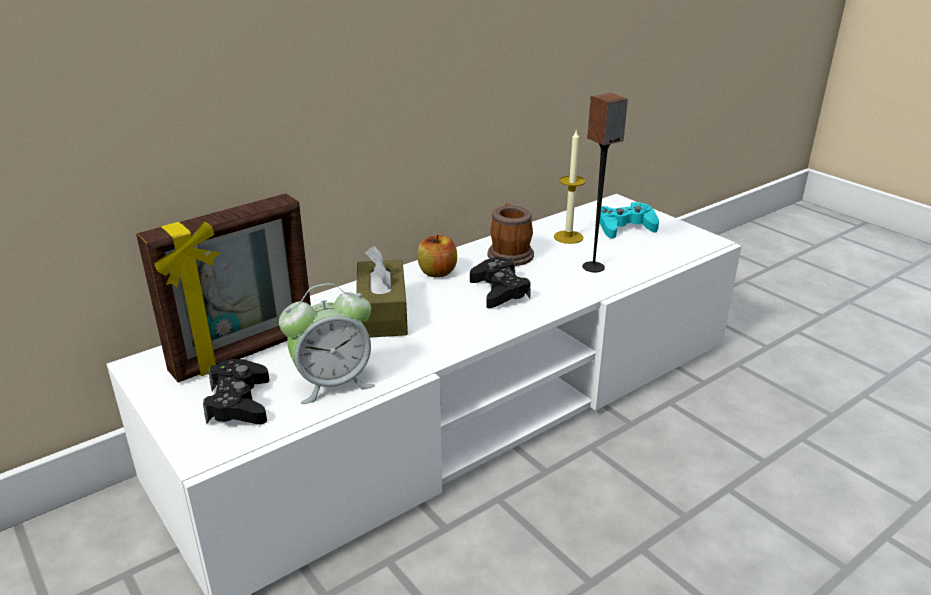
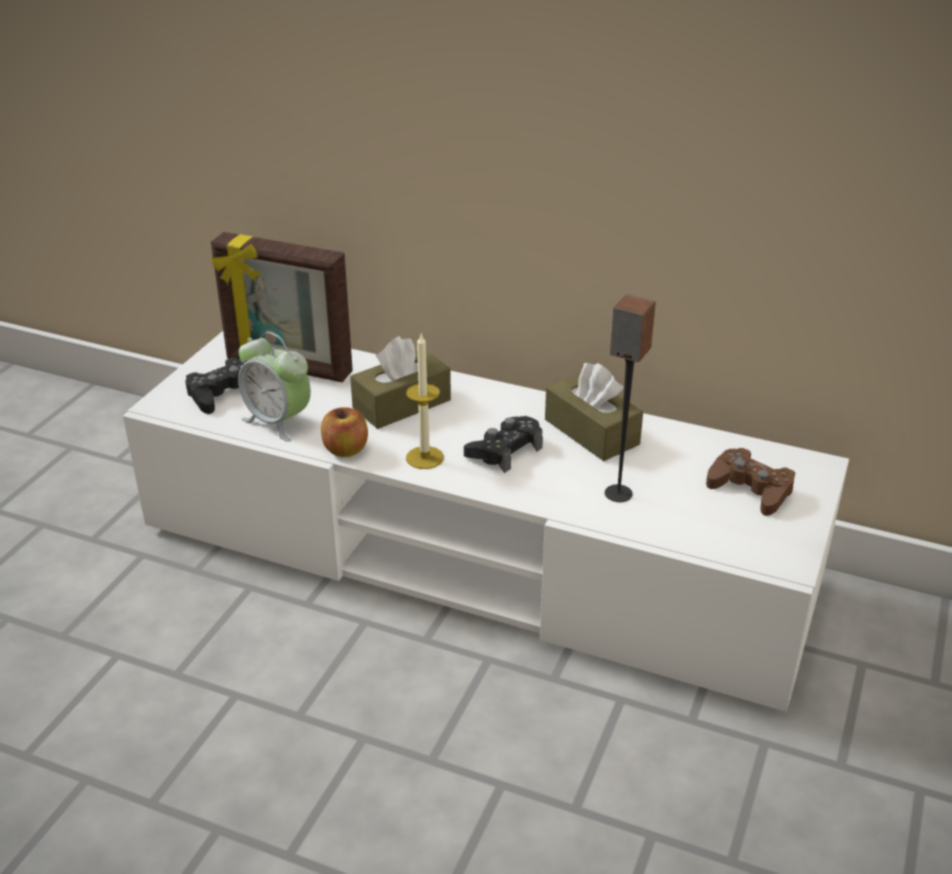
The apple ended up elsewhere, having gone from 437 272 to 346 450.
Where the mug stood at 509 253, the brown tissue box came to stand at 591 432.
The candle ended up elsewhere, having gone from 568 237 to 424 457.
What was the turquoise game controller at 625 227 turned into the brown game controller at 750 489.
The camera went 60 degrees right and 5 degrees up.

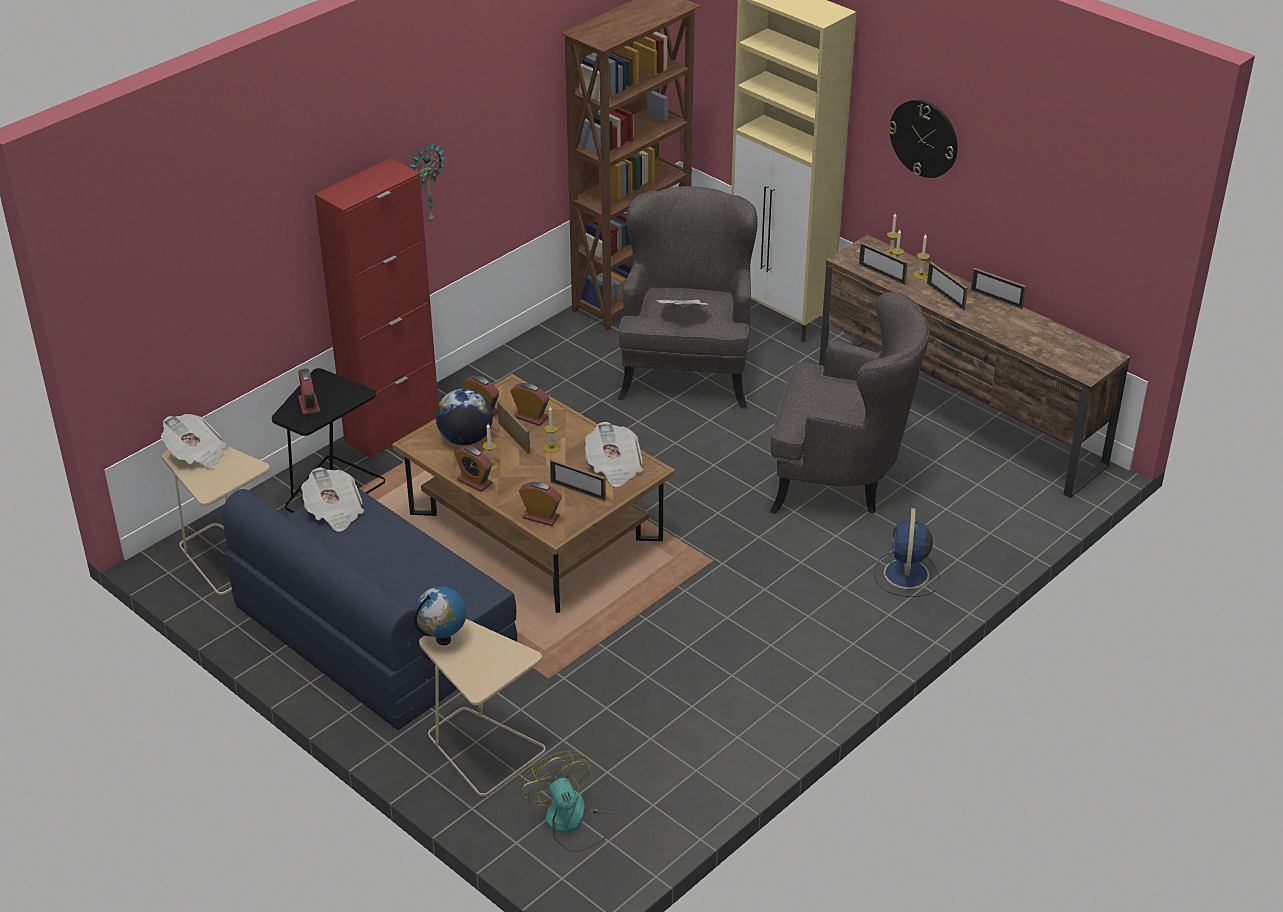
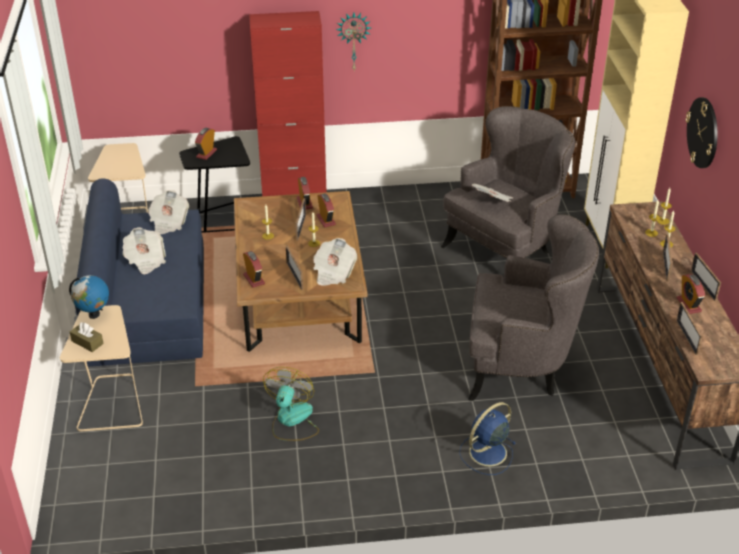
The newspaper ended up elsewhere, having gone from 196 454 to 145 260.
The second view lost the globe at 465 439.
The alarm clock ended up elsewhere, having gone from 474 482 to 688 305.
The fan ended up elsewhere, having gone from 571 822 to 292 421.
The grey armchair at 840 479 ended up facing another way, 45 degrees counterclockwise from before.
The picture frame ended up elsewhere, having gone from 881 274 to 686 337.
The second view gained the brown tissue box at 87 342.
The camera went 40 degrees right and 0 degrees up.

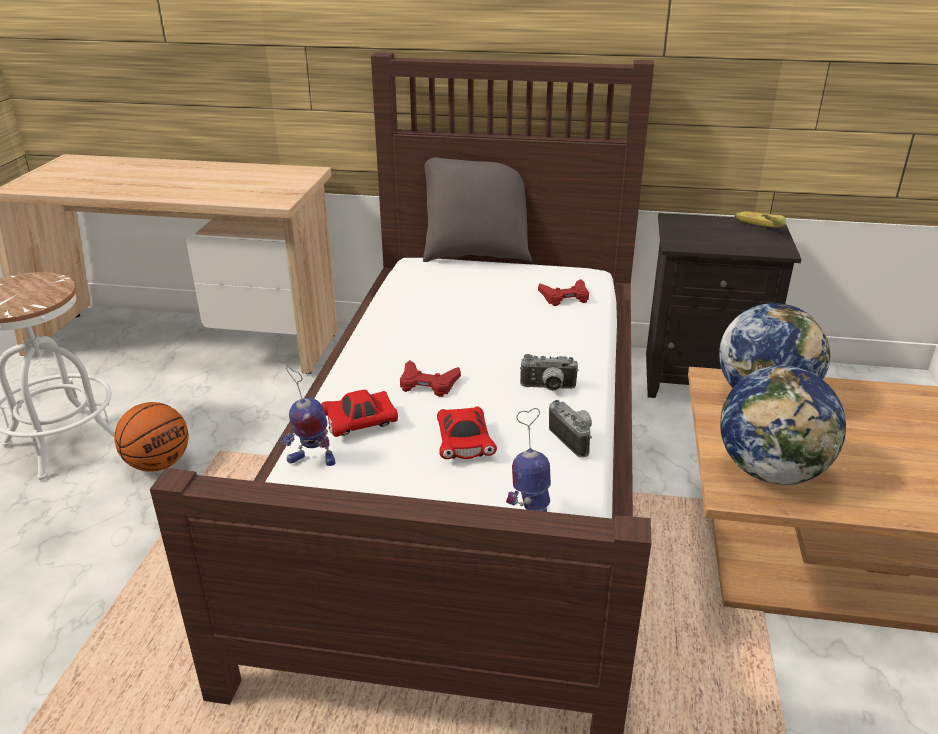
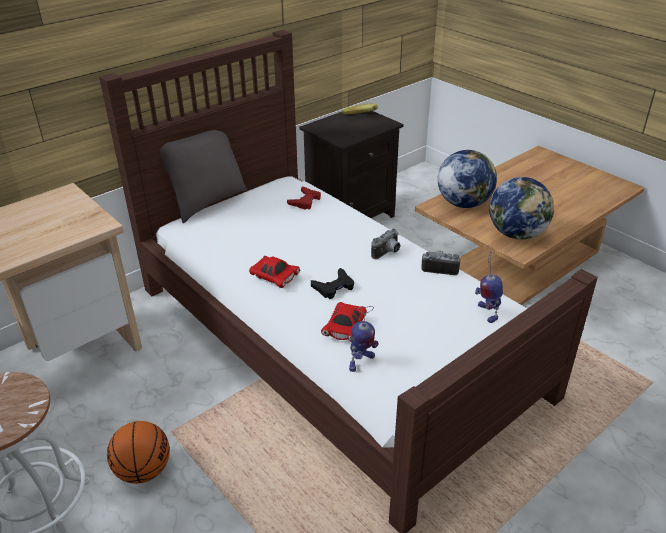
What was the red game controller at 428 384 turned into the black game controller at 334 287.
The red toy car ended up elsewhere, having gone from 464 444 to 274 278.
The camera went 50 degrees left and 5 degrees up.

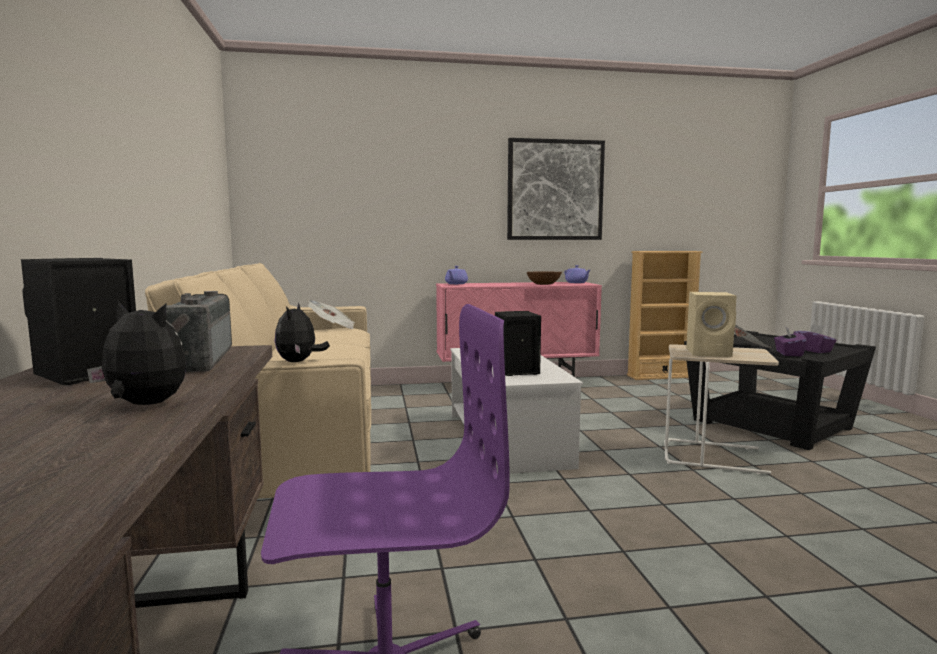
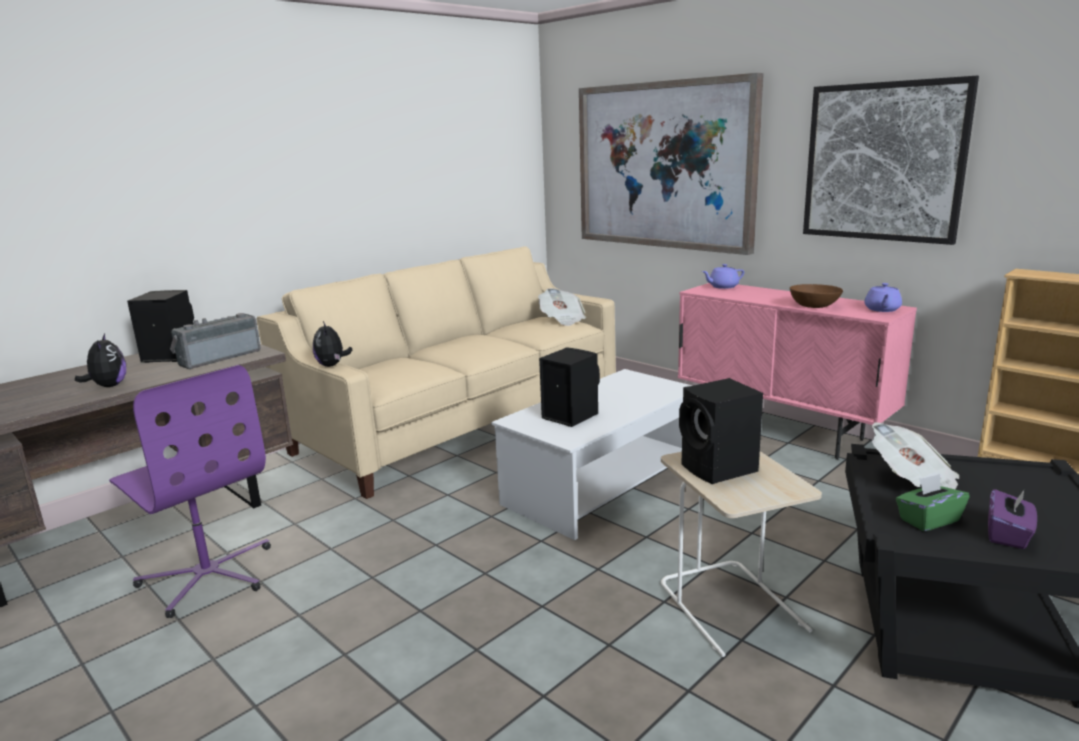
The plush toy at 299 362 ended up facing another way, 75 degrees counterclockwise from before.
What was the beige speaker at 710 353 turned into the black speaker at 719 469.
What was the purple tissue box at 788 354 turned into the green tissue box at 928 520.
The second view gained the picture at 664 165.
The camera went 55 degrees right and 10 degrees up.

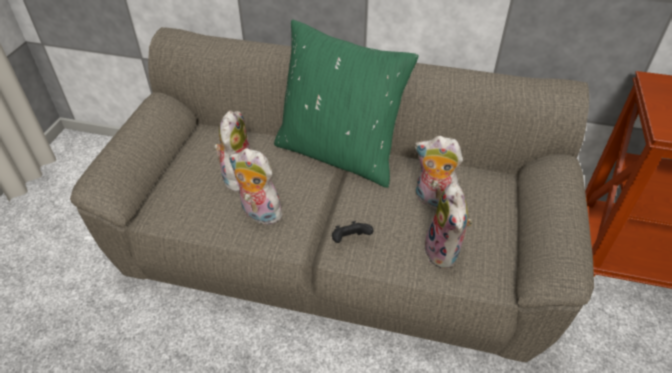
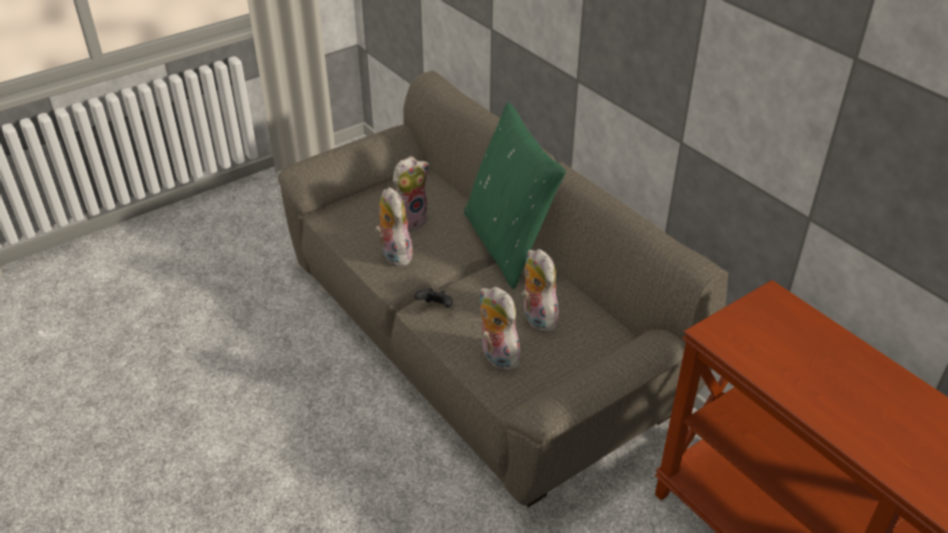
The plush toy at 445 252 ended up facing another way, 105 degrees clockwise from before.
The camera went 40 degrees right and 5 degrees down.

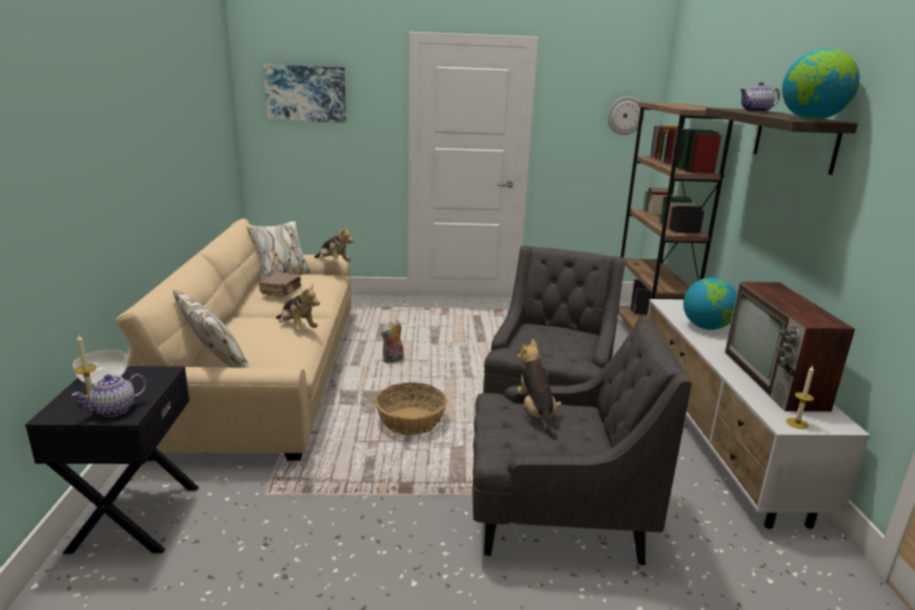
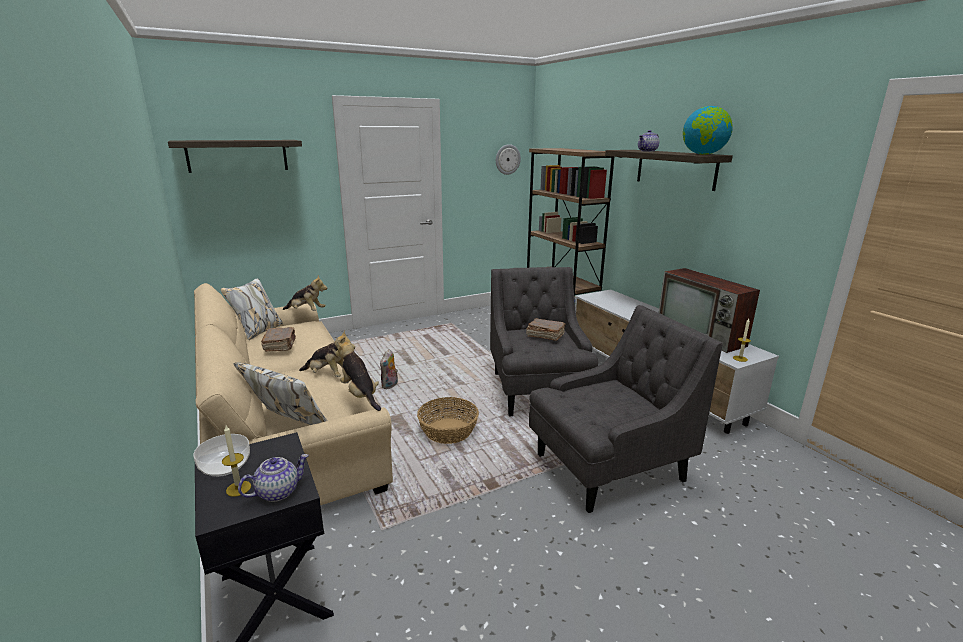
The teapot at 114 410 ended up facing another way, 150 degrees counterclockwise from before.
Where the picture hung at 306 93, the shelf came to hang at 237 155.
The plush toy ended up elsewhere, having gone from 536 414 to 360 395.
The second view lost the globe at 706 327.
The second view gained the brown book at 545 335.
The camera went 25 degrees left and 0 degrees up.

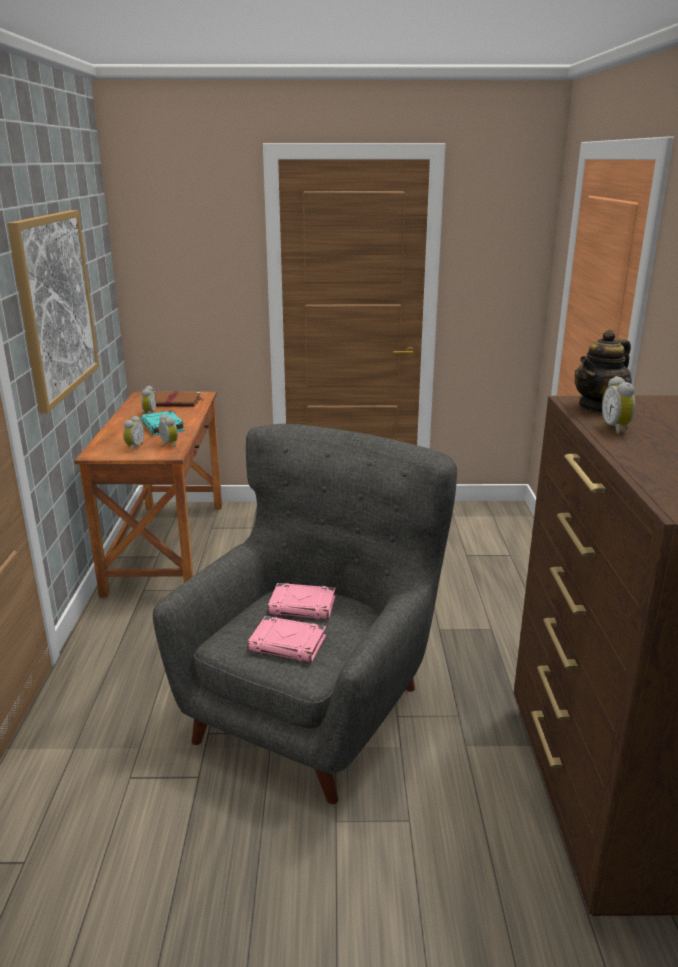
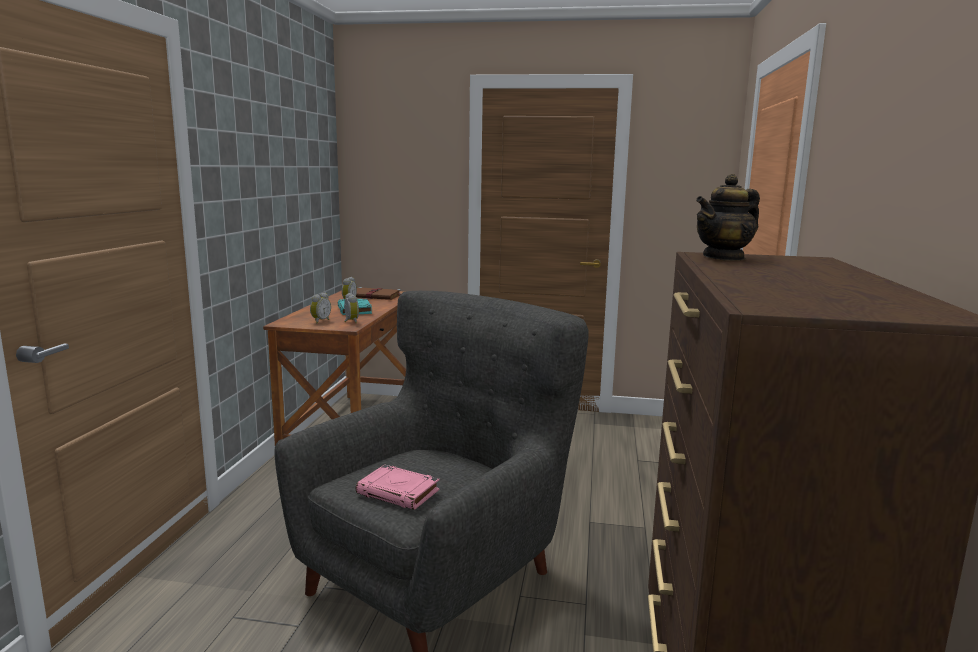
The second view lost the picture at 55 305.
The second view lost the pink book at 303 606.
The second view lost the alarm clock at 617 429.
The camera went 10 degrees right and 10 degrees down.

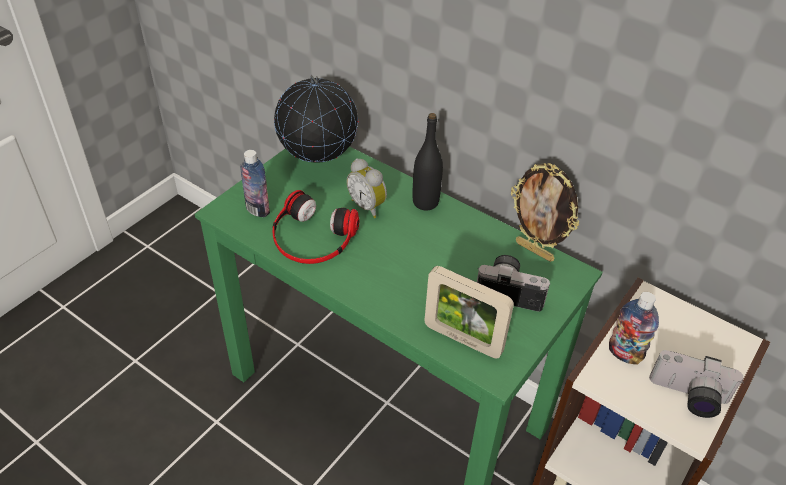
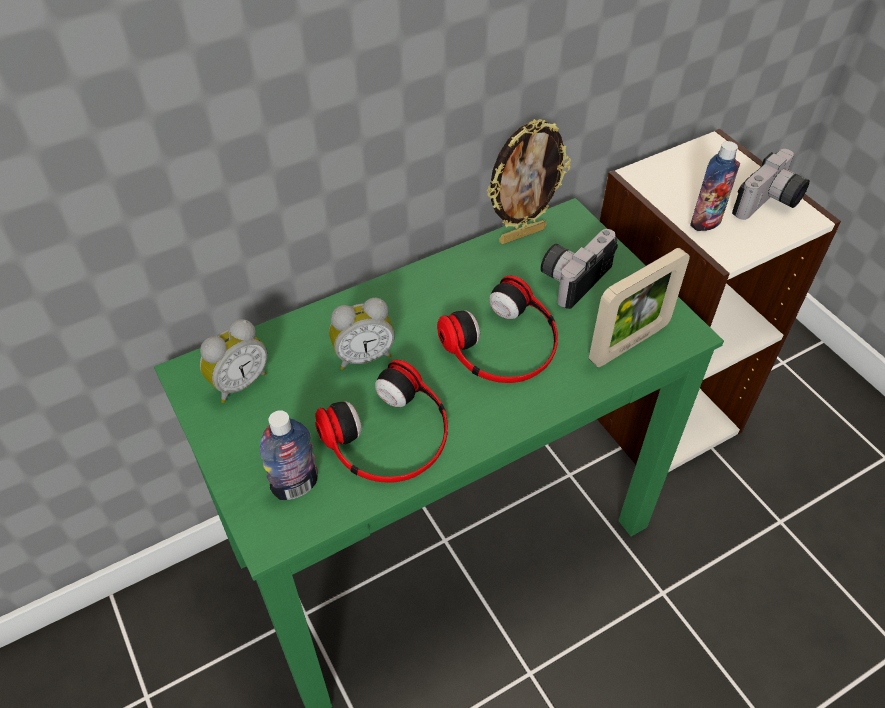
Where the globe stood at 318 163, the alarm clock came to stand at 238 382.
The second view lost the black bottle at 425 202.
The second view gained the headphones at 504 344.
The camera went 65 degrees left and 5 degrees up.

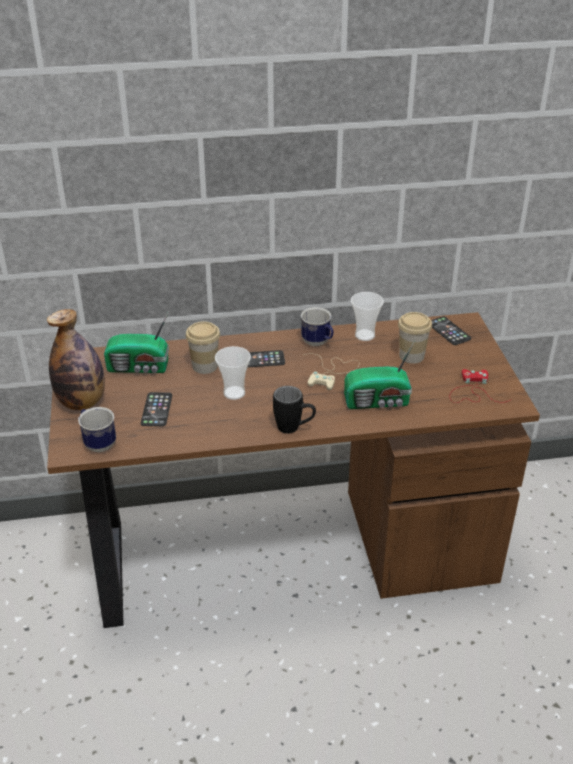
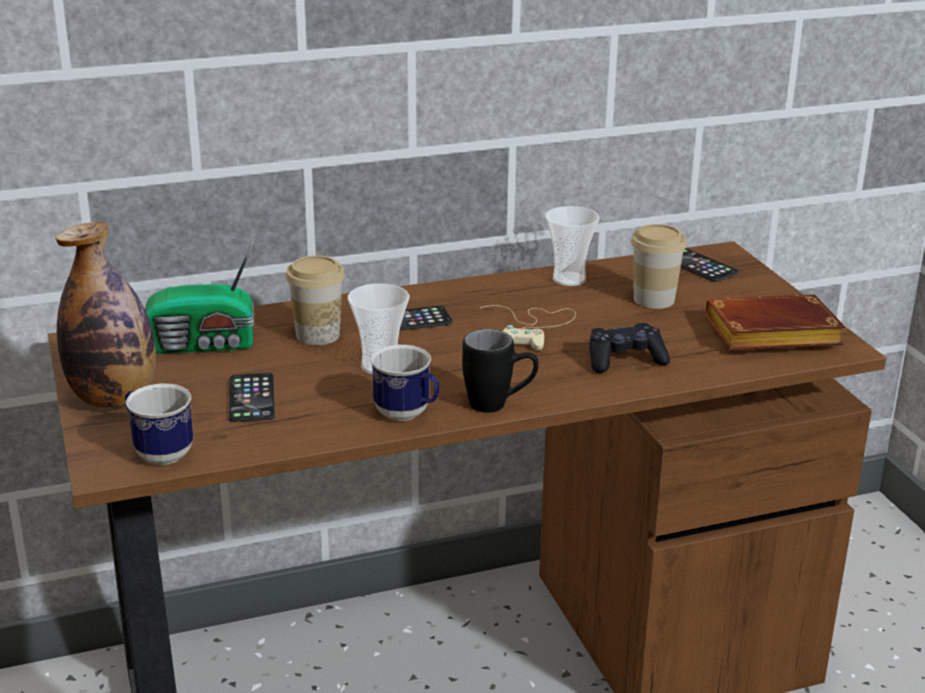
The mug ended up elsewhere, having gone from 318 343 to 408 415.
Where the radio stood at 378 402, the black game controller came to stand at 625 360.
Where the red game controller stood at 472 391, the brown book came to stand at 769 336.
The camera went 10 degrees left and 10 degrees down.

